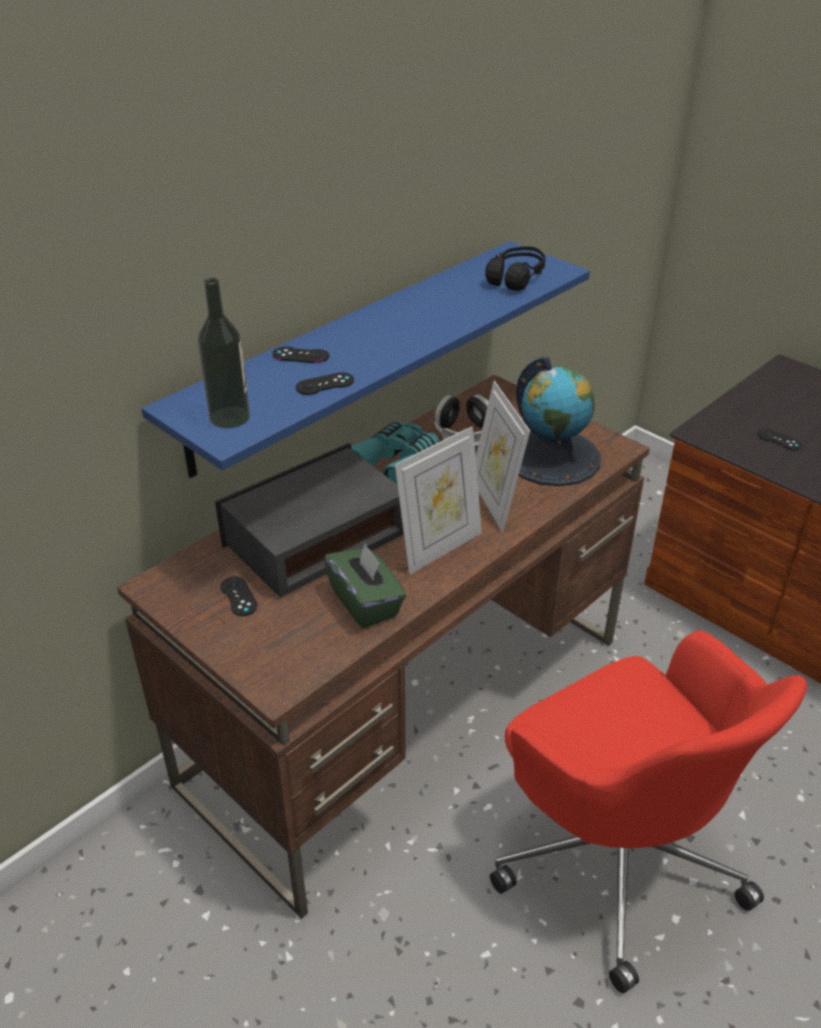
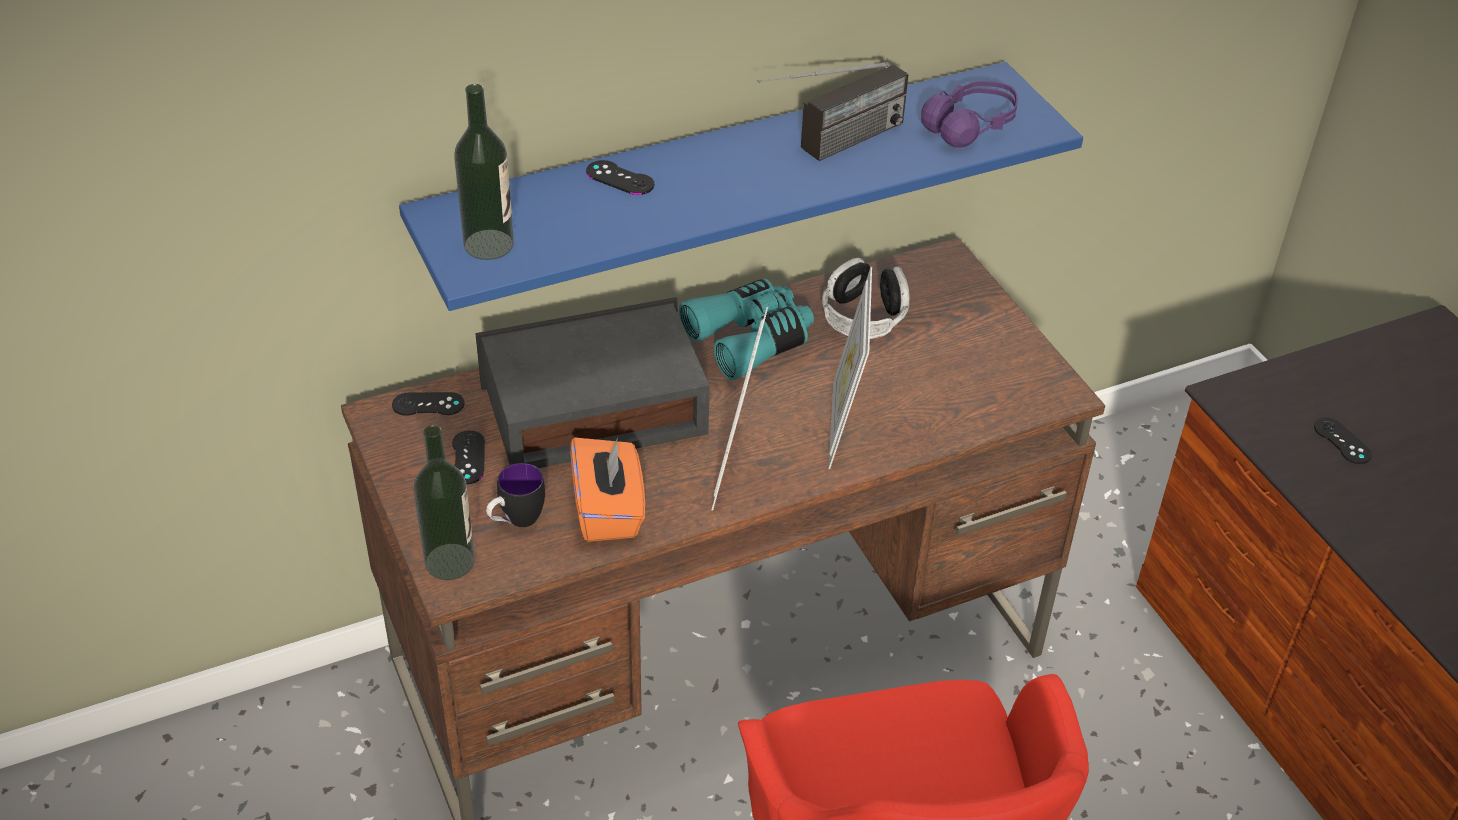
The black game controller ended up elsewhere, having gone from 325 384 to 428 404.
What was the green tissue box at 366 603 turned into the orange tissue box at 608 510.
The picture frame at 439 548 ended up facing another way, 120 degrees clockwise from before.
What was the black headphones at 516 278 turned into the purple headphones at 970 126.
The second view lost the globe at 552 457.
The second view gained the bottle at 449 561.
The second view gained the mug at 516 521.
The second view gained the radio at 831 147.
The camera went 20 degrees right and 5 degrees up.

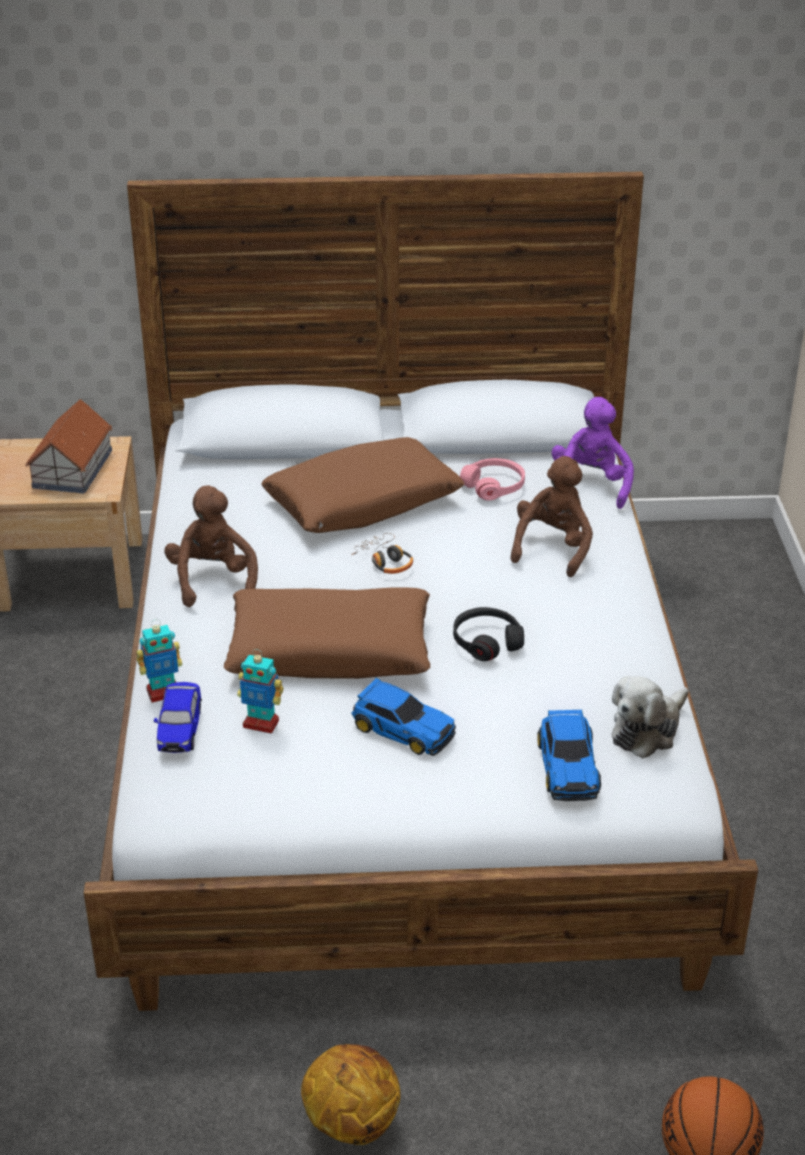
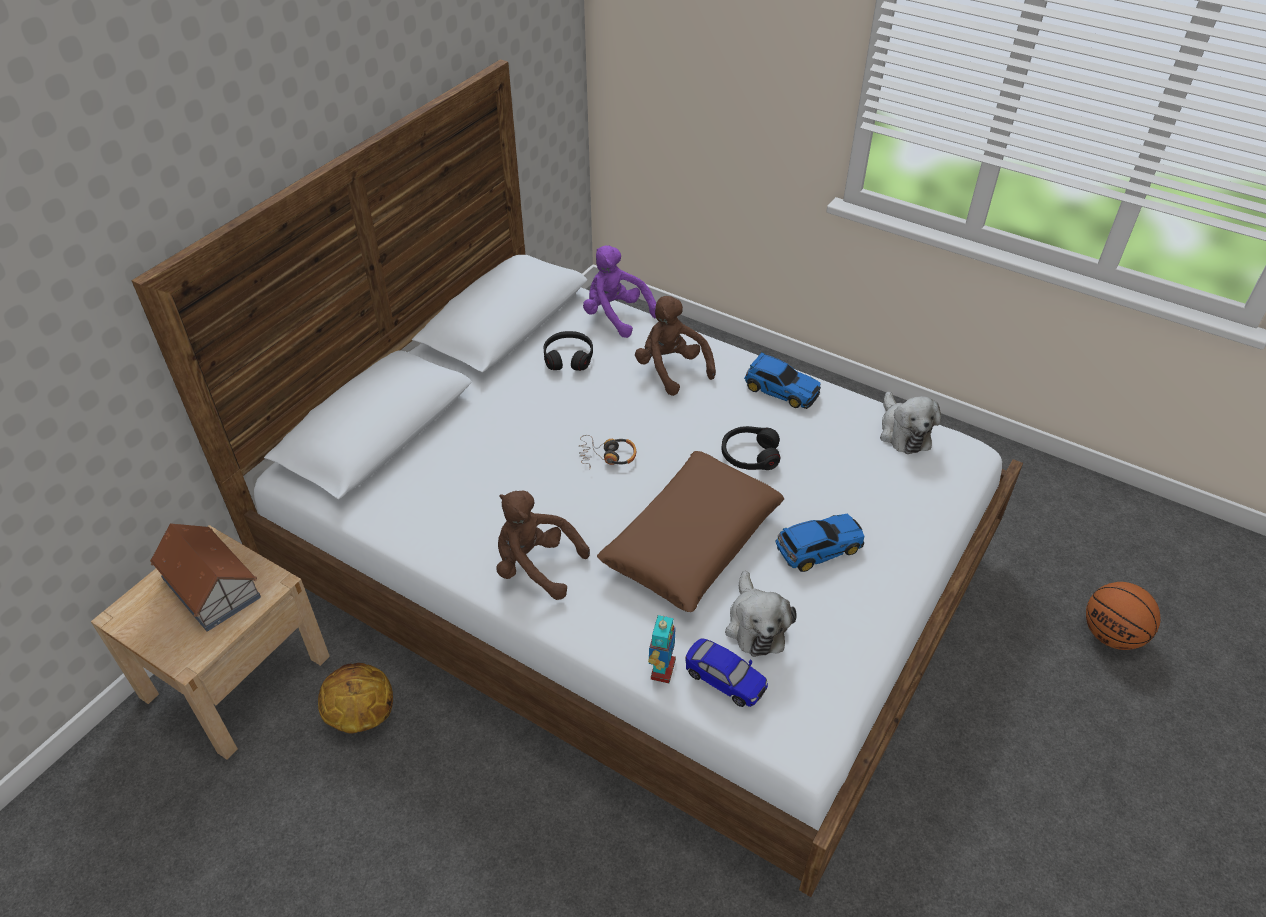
Where the toy robot stood at 261 723, the plush toy came to stand at 755 625.
The second view lost the brown pillow at 363 503.
The basketball ended up elsewhere, having gone from 351 1122 to 361 716.
What was the pink headphones at 494 486 turned into the black headphones at 568 357.
The toy car ended up elsewhere, having gone from 568 766 to 780 389.
The camera went 55 degrees left and 10 degrees up.

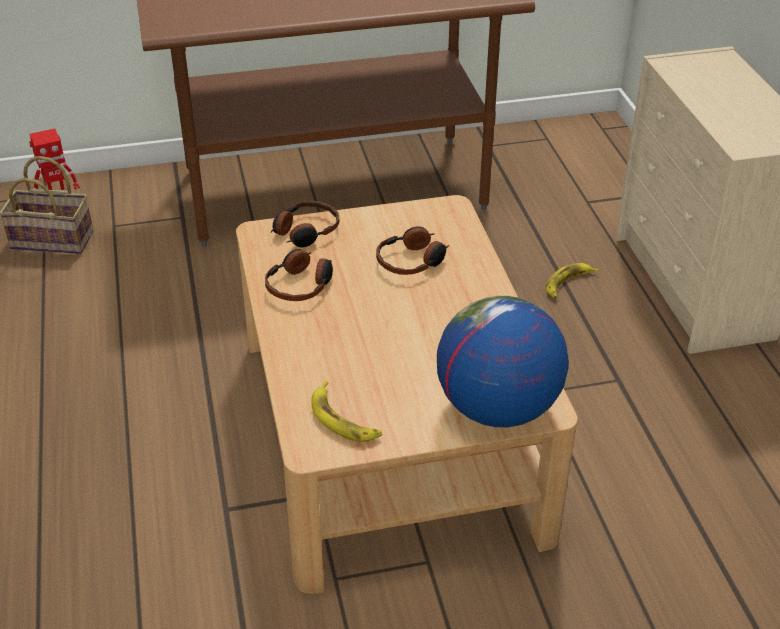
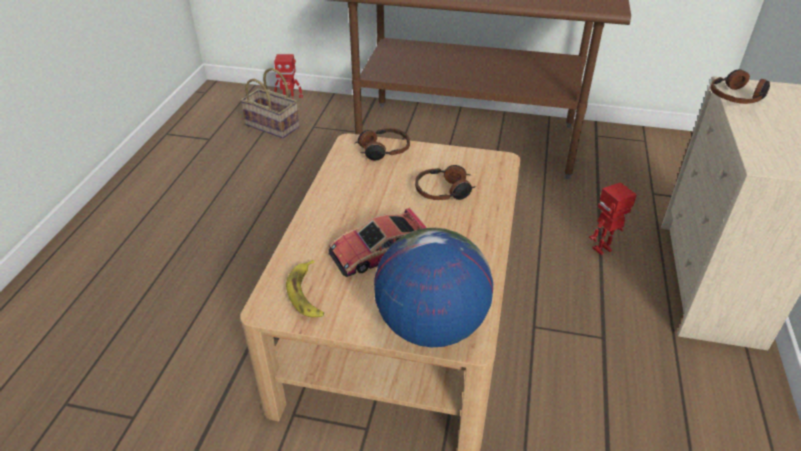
The headphones ended up elsewhere, having gone from 301 285 to 737 96.
Where the banana stood at 568 284, the toy robot came to stand at 603 250.
The second view gained the toy car at 378 251.
The camera went 25 degrees right and 0 degrees up.

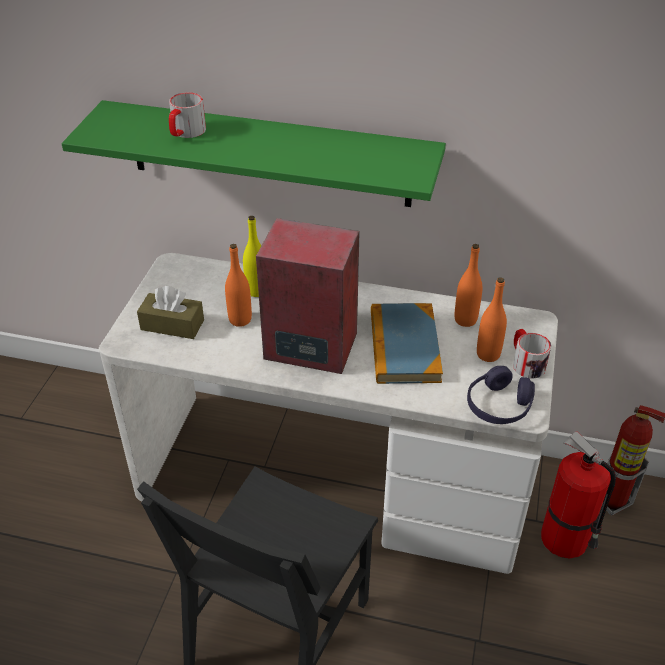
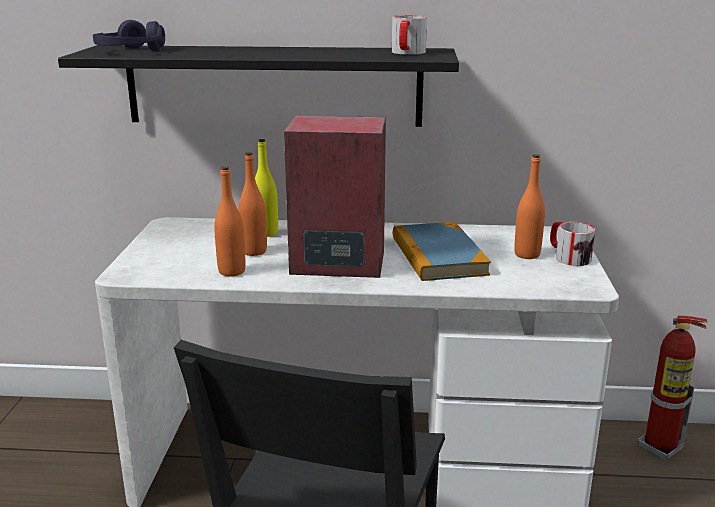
What was the green shelf at 269 154 turned into the black shelf at 274 86.
The second view lost the brown tissue box at 172 325.
The mug ended up elsewhere, having gone from 186 132 to 407 53.
The orange bottle ended up elsewhere, having gone from 465 320 to 232 271.
The purple headphones ended up elsewhere, having gone from 498 406 to 129 51.
The second view lost the fire extinguisher at 566 539.
The camera went 10 degrees left and 20 degrees down.

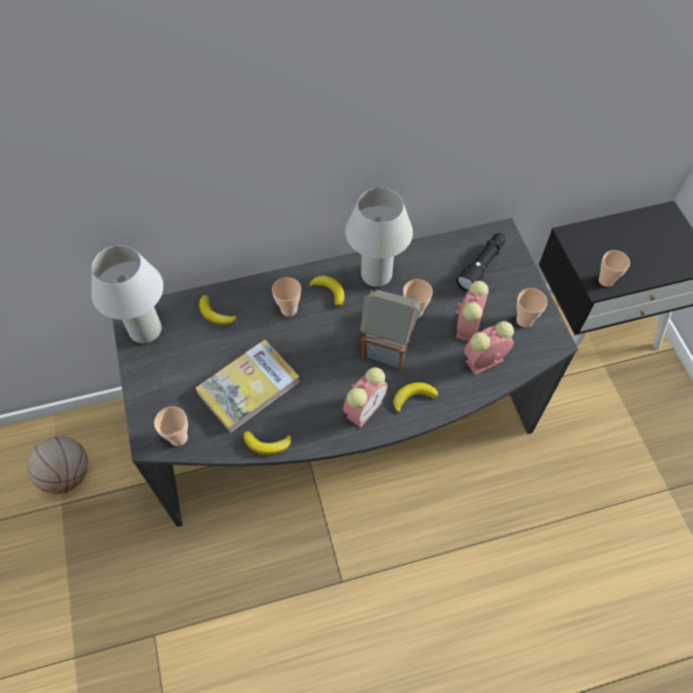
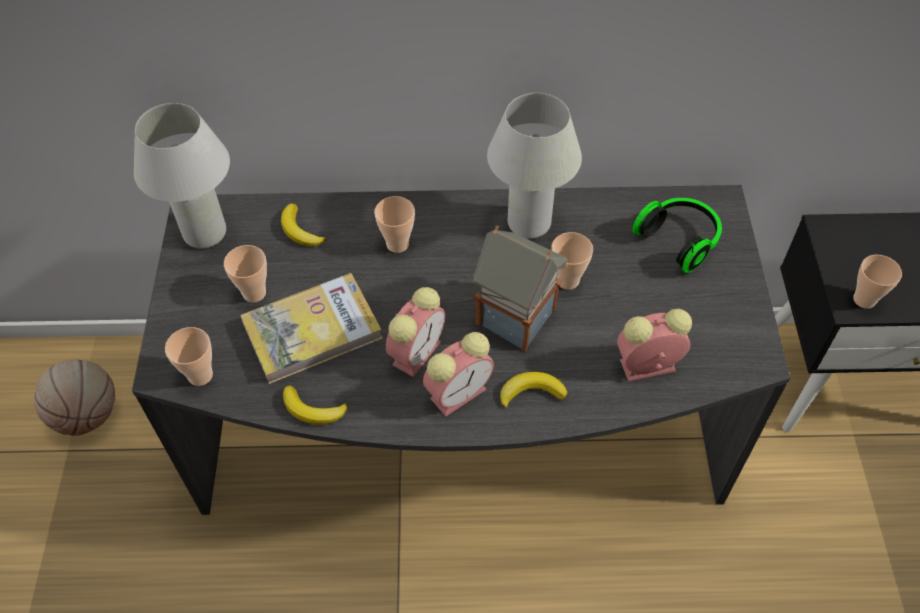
The second view lost the banana at 329 291.
Where the black flashlight stood at 481 266, the headphones came to stand at 680 240.
The alarm clock ended up elsewhere, having gone from 468 325 to 417 351.
The cup ended up elsewhere, having gone from 524 320 to 254 293.
The camera went 15 degrees right and 5 degrees down.

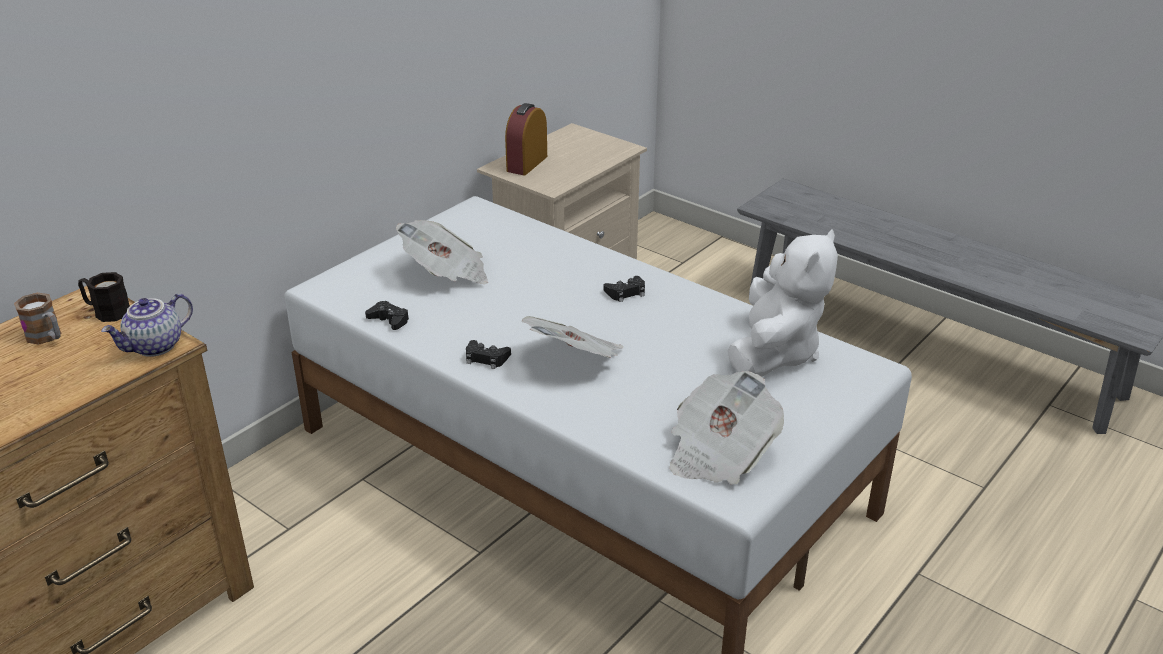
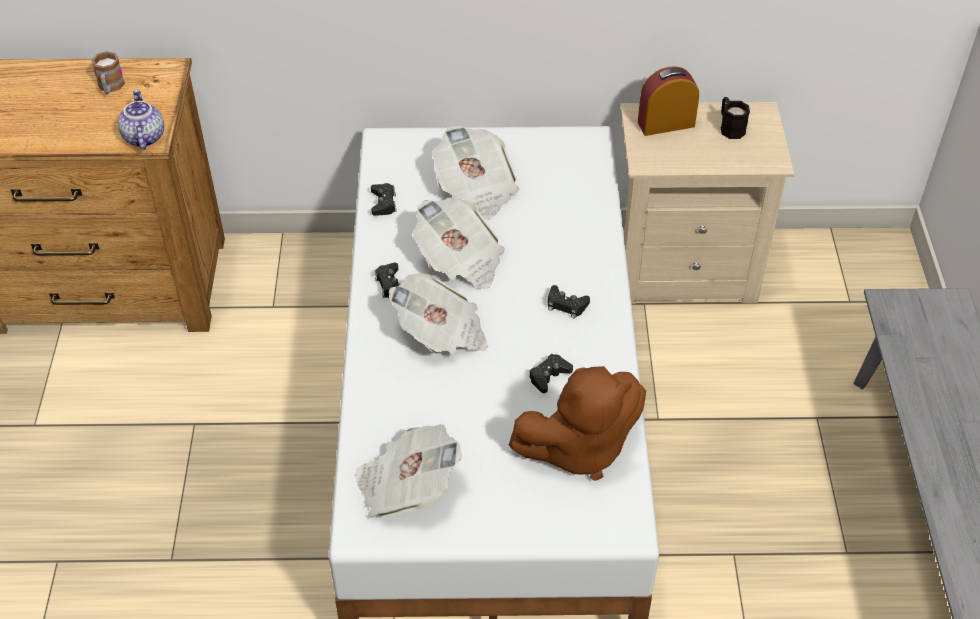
The black mug ended up elsewhere, having gone from 106 311 to 730 127.
The teapot at 155 347 ended up facing another way, 75 degrees clockwise from before.
What was the white plush toy at 774 353 turned into the brown plush toy at 579 447.
The second view gained the newspaper at 460 260.
The second view gained the black game controller at 549 376.
The camera went 50 degrees right and 15 degrees up.

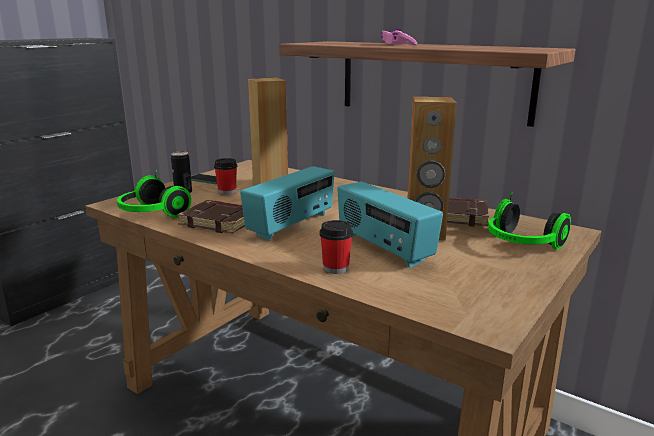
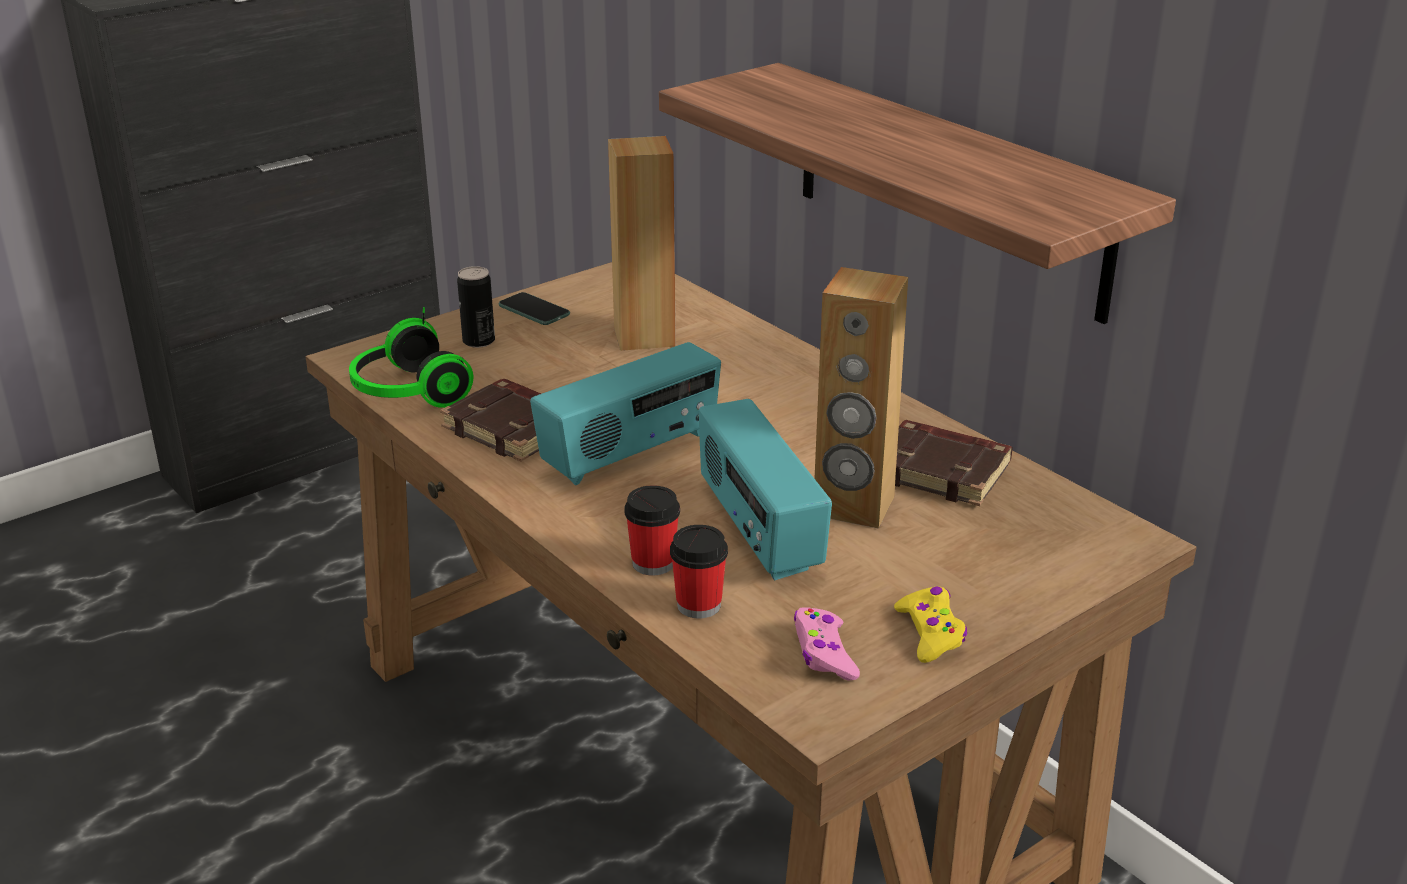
The cup ended up elsewhere, having gone from 227 191 to 699 605.
The pink game controller ended up elsewhere, having gone from 397 44 to 824 653.
The second view lost the headphones at 521 244.
The second view gained the yellow game controller at 930 633.
The camera went 15 degrees right and 10 degrees up.

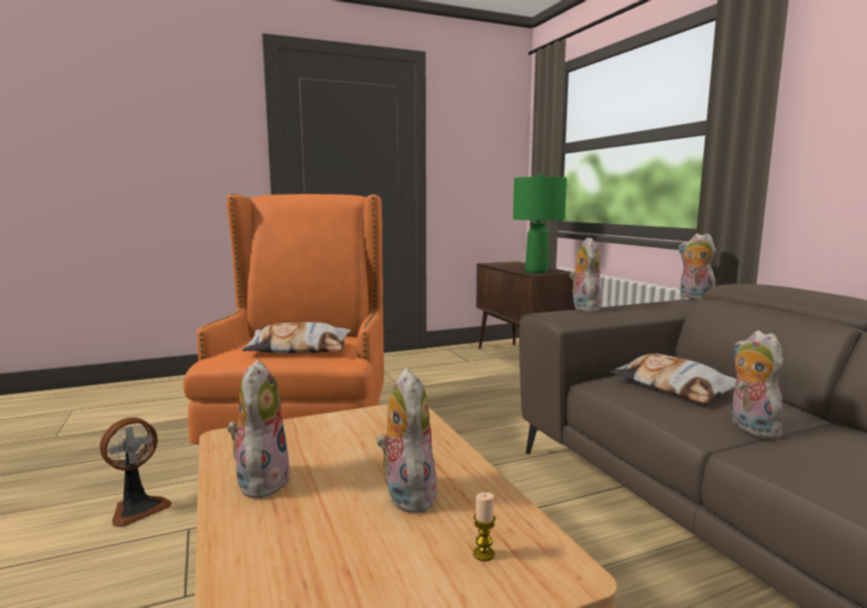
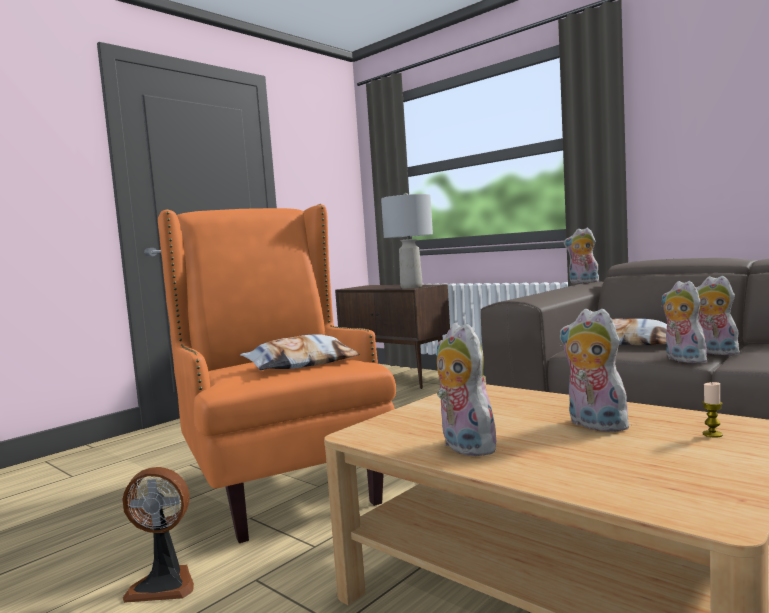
The fan at 137 508 ended up facing another way, 75 degrees clockwise from before.
What was the green table lamp at 536 272 turned into the grey table lamp at 411 287.
The plush toy ended up elsewhere, having gone from 583 308 to 682 359.
The camera went 25 degrees left and 5 degrees down.

